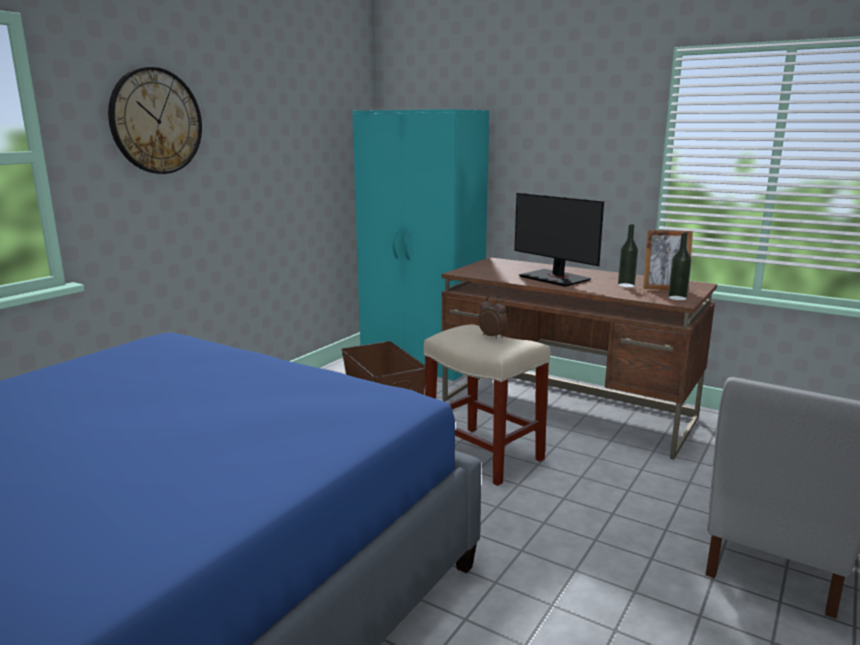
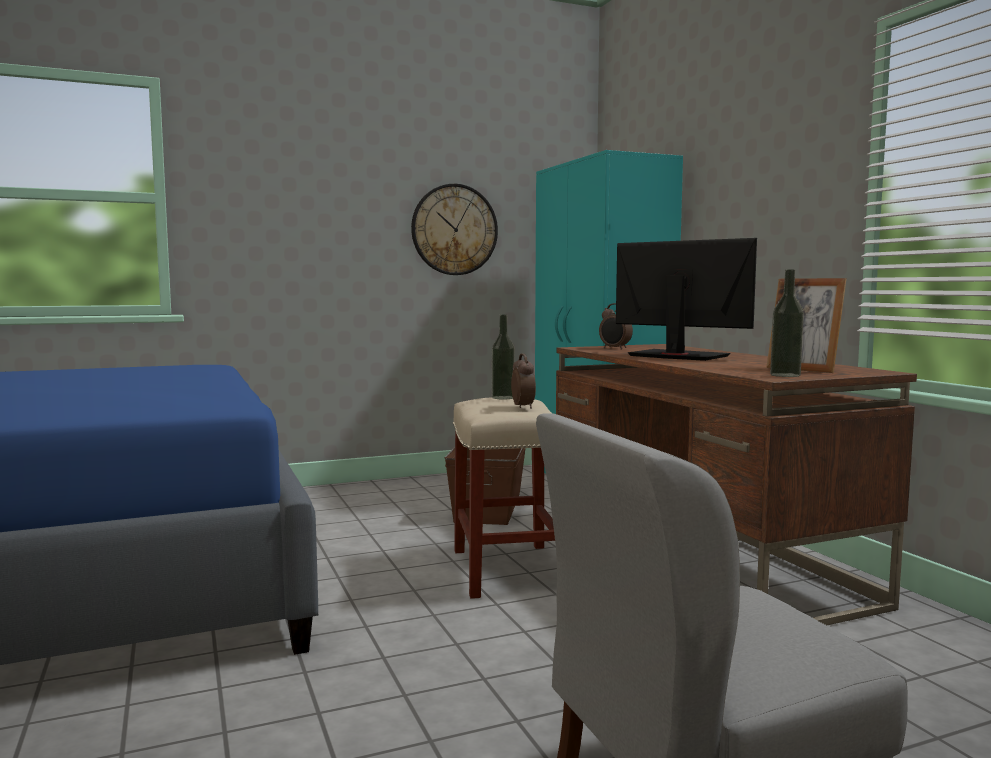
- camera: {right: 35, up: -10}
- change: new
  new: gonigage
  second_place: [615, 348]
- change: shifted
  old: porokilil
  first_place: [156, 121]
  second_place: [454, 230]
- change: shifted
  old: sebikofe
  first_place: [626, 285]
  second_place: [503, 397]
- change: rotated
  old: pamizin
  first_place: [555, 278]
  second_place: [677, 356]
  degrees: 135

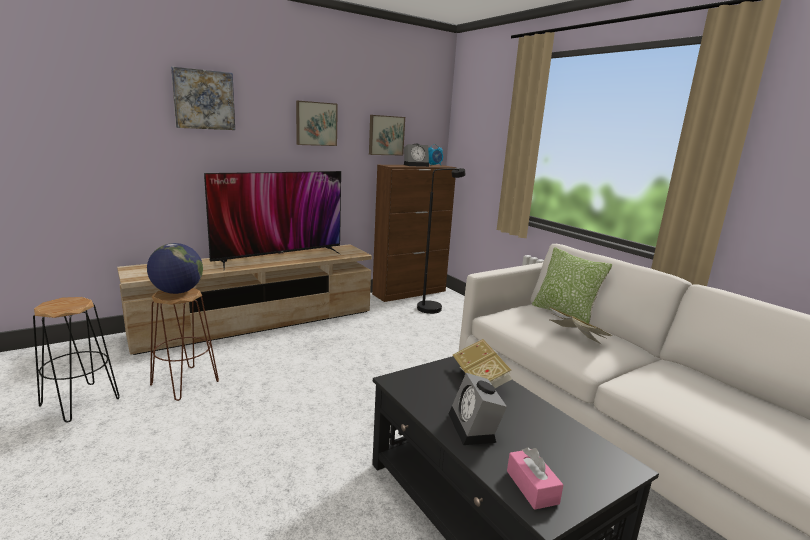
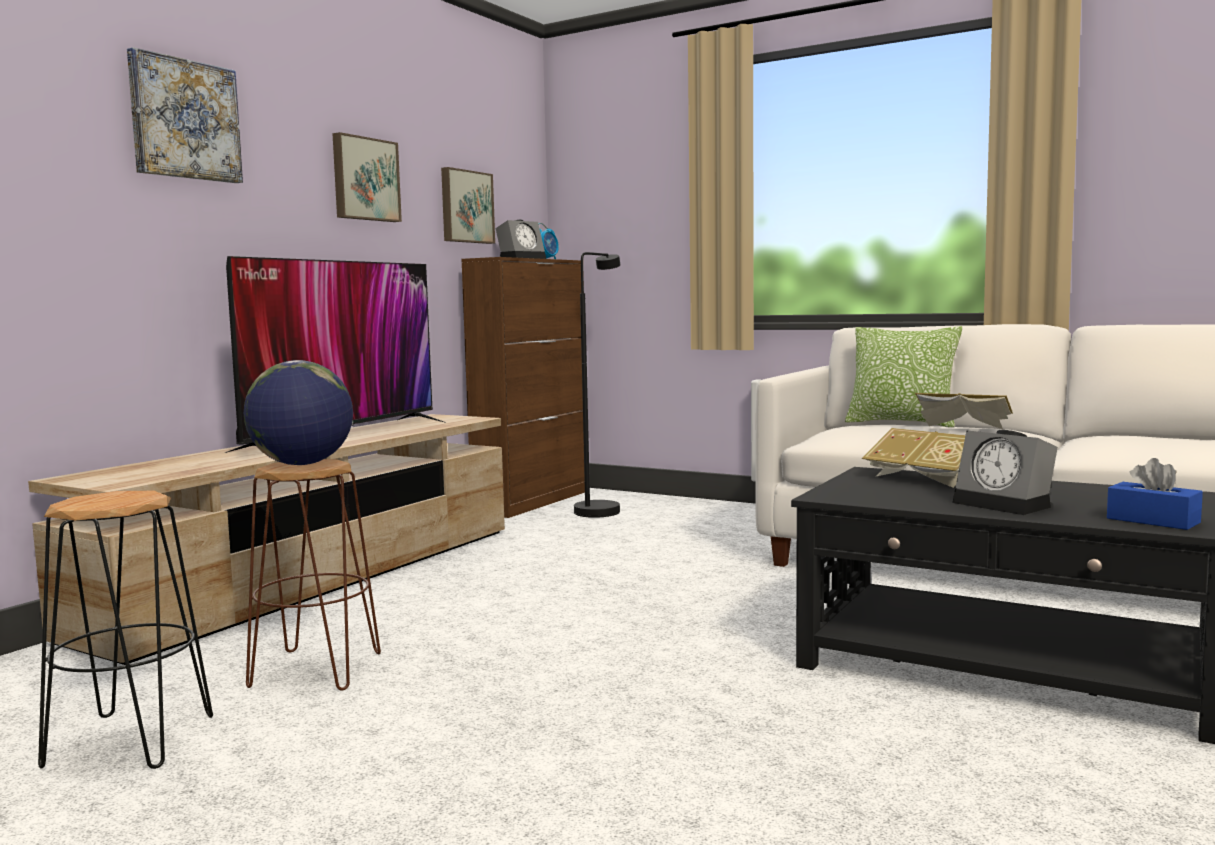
- camera: {right: -25, up: -10}
- change: repainted
  old: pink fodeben
  new: blue fodeben
  first_place: [532, 487]
  second_place: [1153, 520]

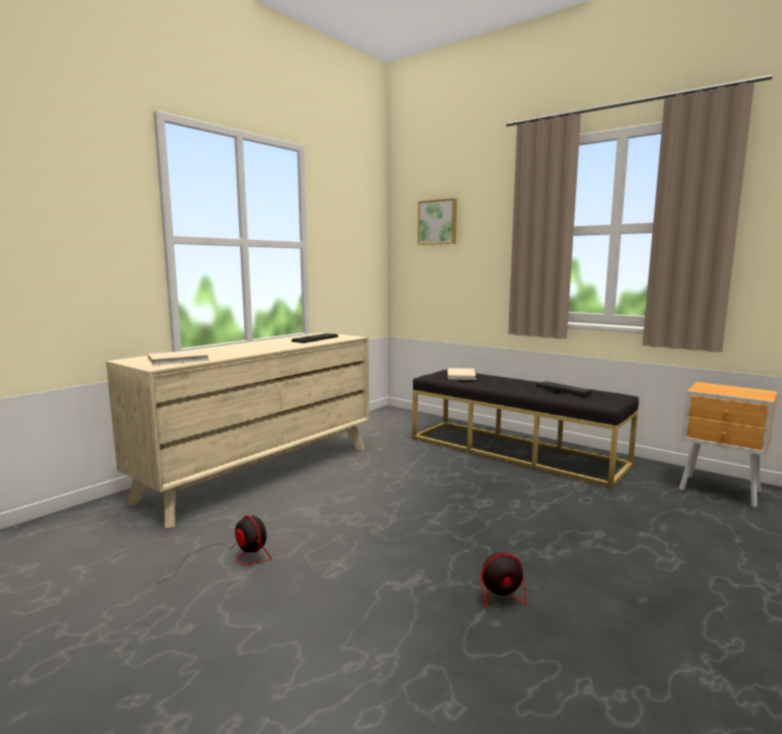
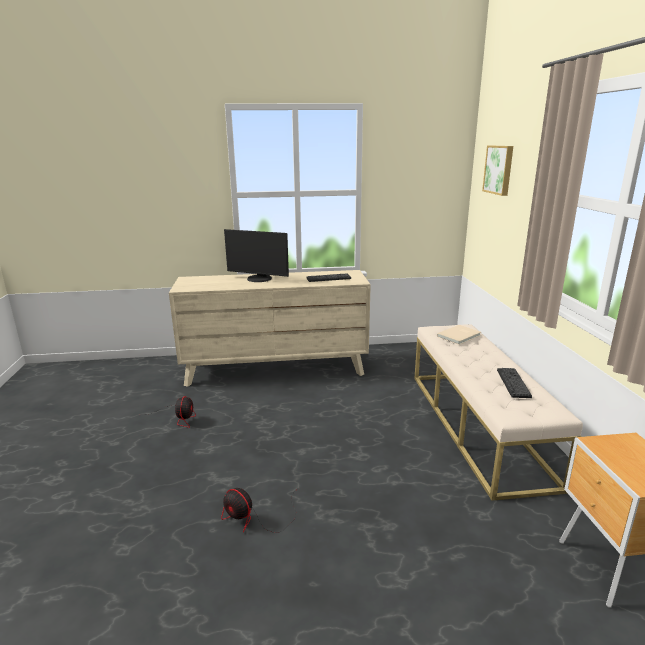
- camera: {right: 45, up: 10}
- change: gone
  old: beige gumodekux
  first_place: [179, 360]
- change: new
  new: pamizin
  second_place: [258, 279]
- change: repainted
  old: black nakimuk
  new: beige nakimuk
  first_place: [515, 450]
  second_place: [477, 425]

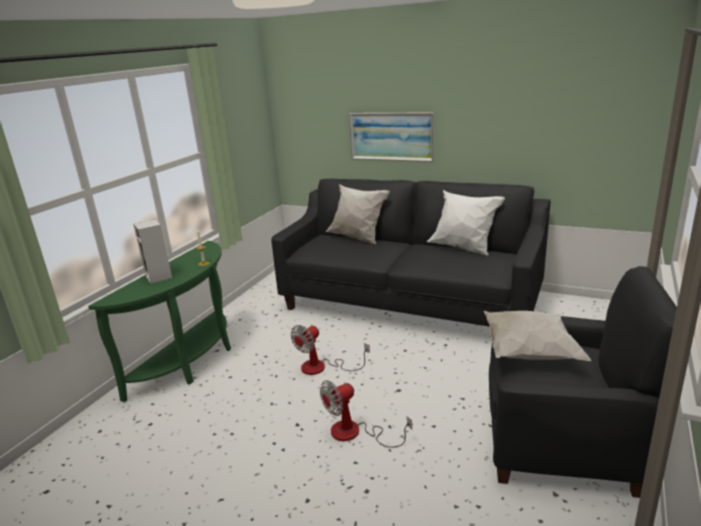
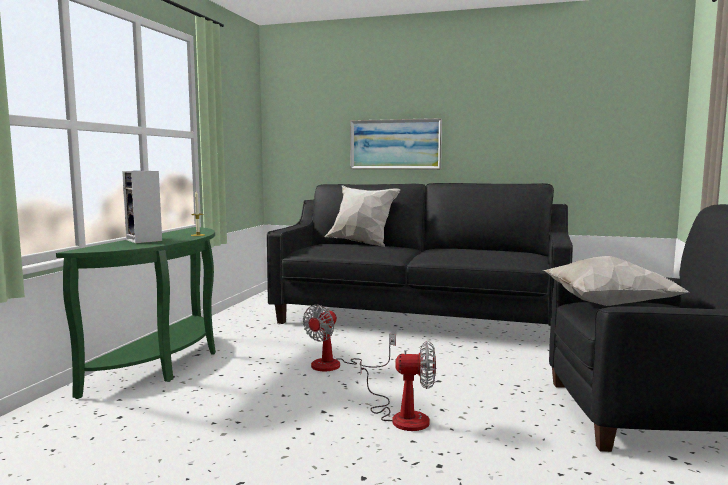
- camera: {right: -10, up: -15}
- change: gone
  old: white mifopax
  first_place: [463, 248]
- change: rotated
  old: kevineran
  first_place: [355, 433]
  second_place: [402, 416]
  degrees: -135

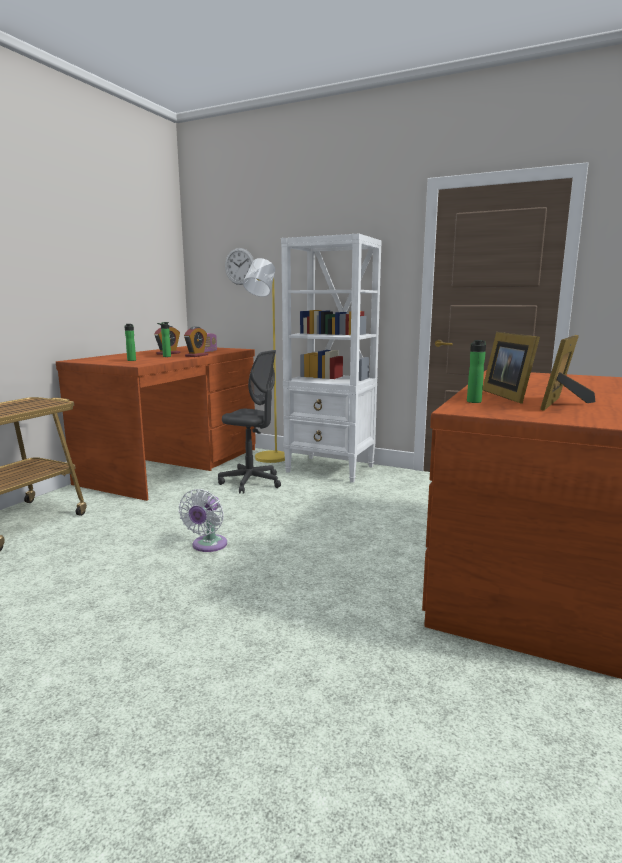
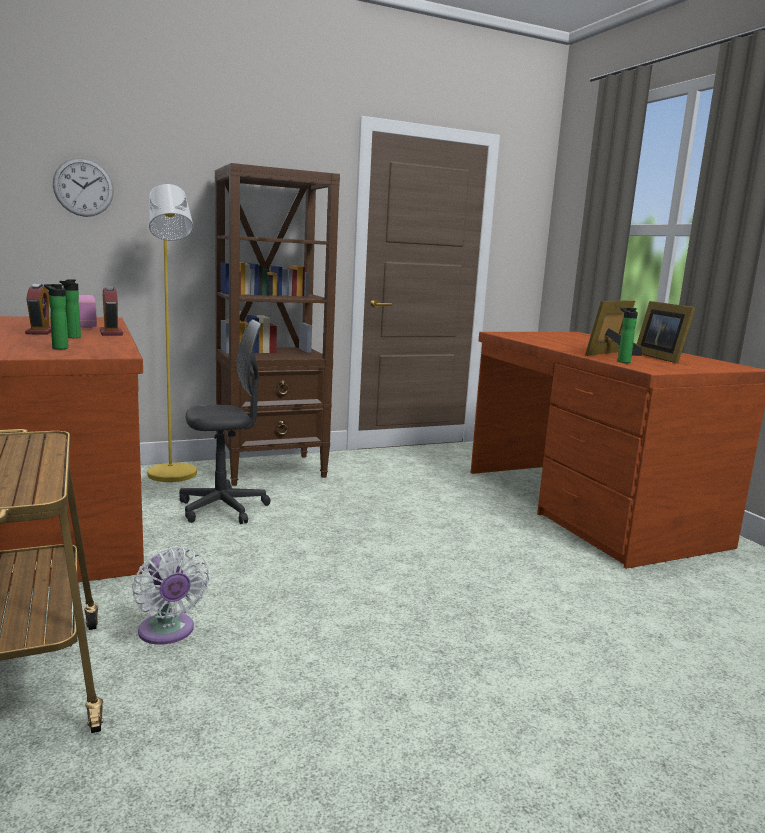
- camera: {right: -50, up: 0}
- change: shifted
  old: white kevineran
  first_place: [208, 546]
  second_place: [168, 632]
- change: repainted
  old: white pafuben
  new: brown pafuben
  first_place: [331, 469]
  second_place: [272, 469]
- change: rotated
  old: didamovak
  first_place: [508, 396]
  second_place: [611, 354]
  degrees: 105

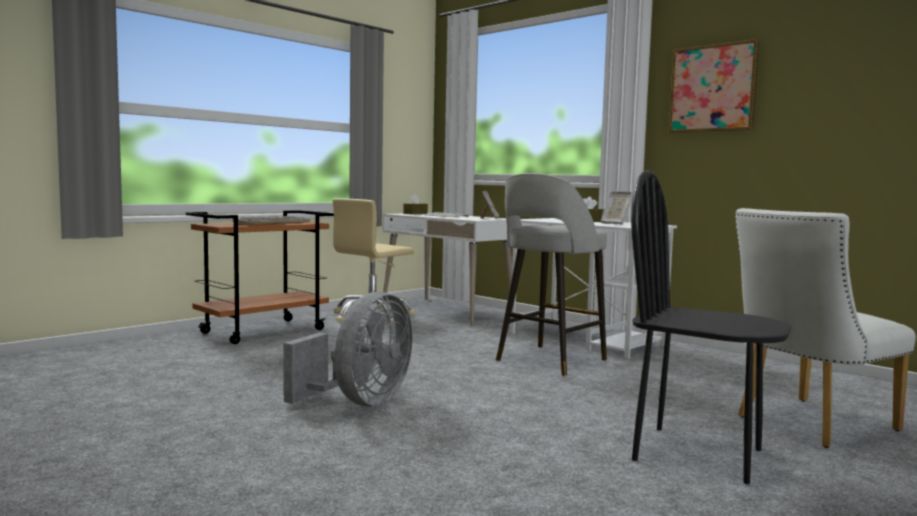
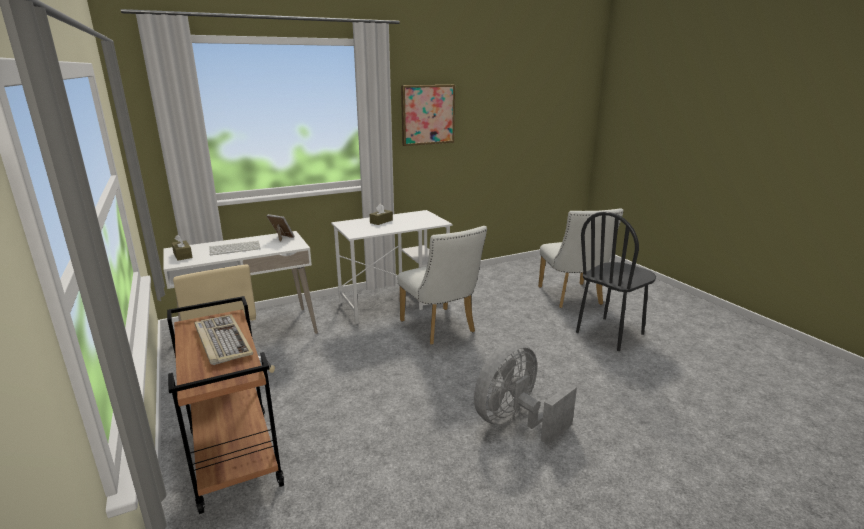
- camera: {right: -70, up: 15}
- change: gone
  old: didamovak
  first_place: [615, 224]
- change: swapped
  old: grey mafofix
  new: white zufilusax
  first_place: [549, 361]
  second_place: [440, 328]
- change: rotated
  old: grey kevineran
  first_place: [360, 402]
  second_place: [515, 422]
  degrees: -90

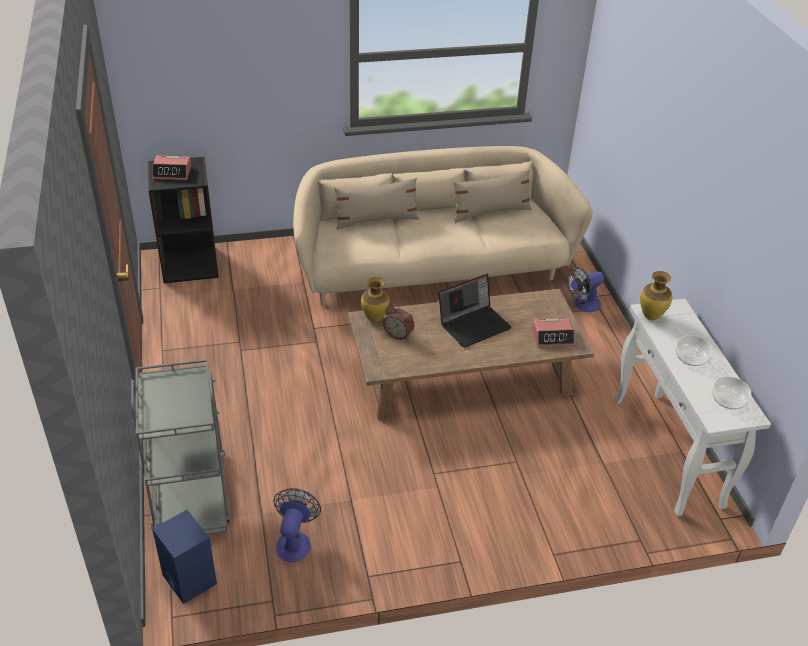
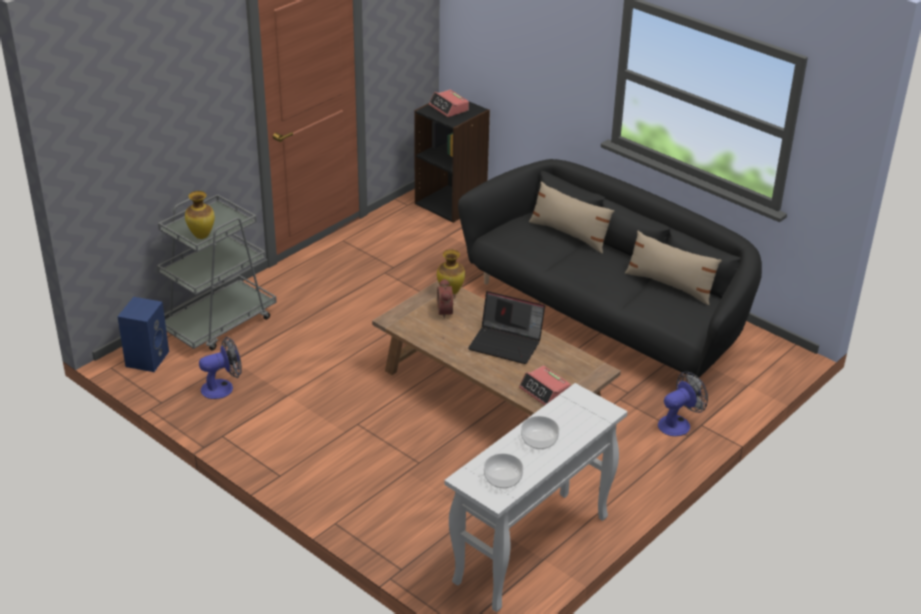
- camera: {right: 55, up: -5}
- change: shifted
  old: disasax
  first_place: [651, 316]
  second_place: [202, 236]
- change: repainted
  old: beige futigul
  new: black futigul
  first_place: [430, 268]
  second_place: [609, 315]
- change: rotated
  old: kevineran
  first_place: [582, 305]
  second_place: [678, 423]
  degrees: 120

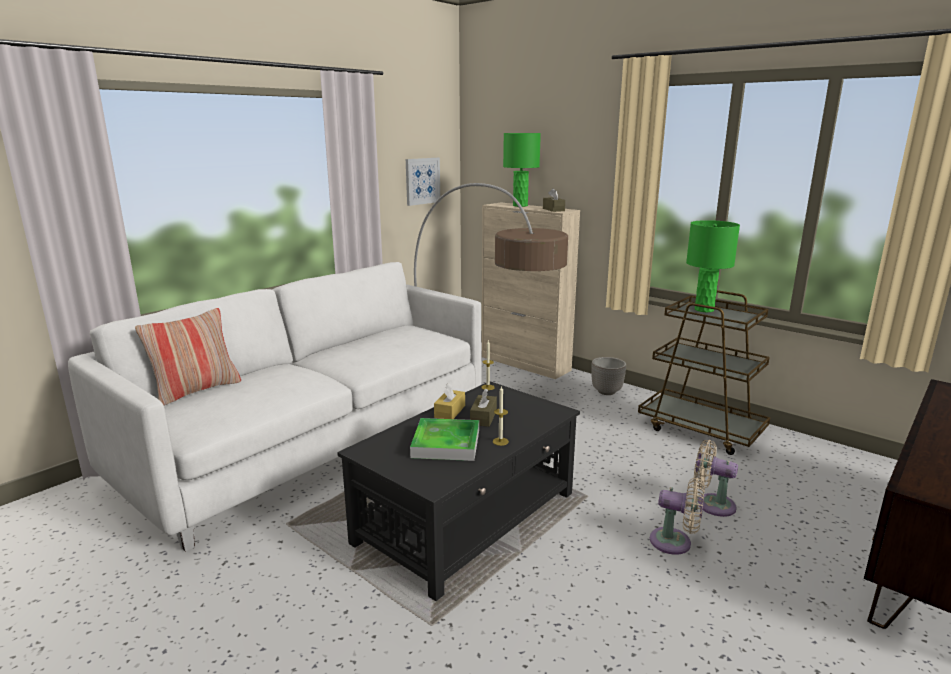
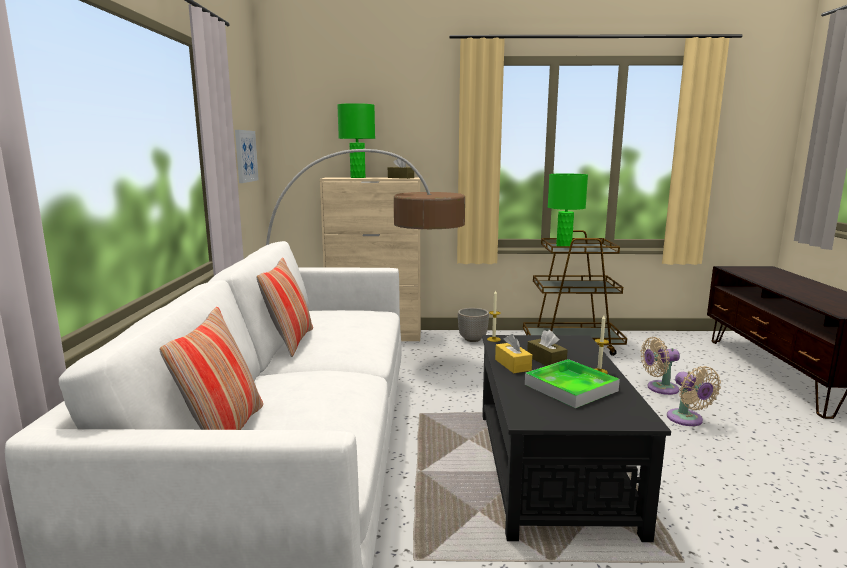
- camera: {right: -40, up: -5}
- change: new
  new: mifopax
  second_place: [290, 342]
- change: rotated
  old: beige kevineran
  first_place: [675, 542]
  second_place: [687, 420]
  degrees: 90

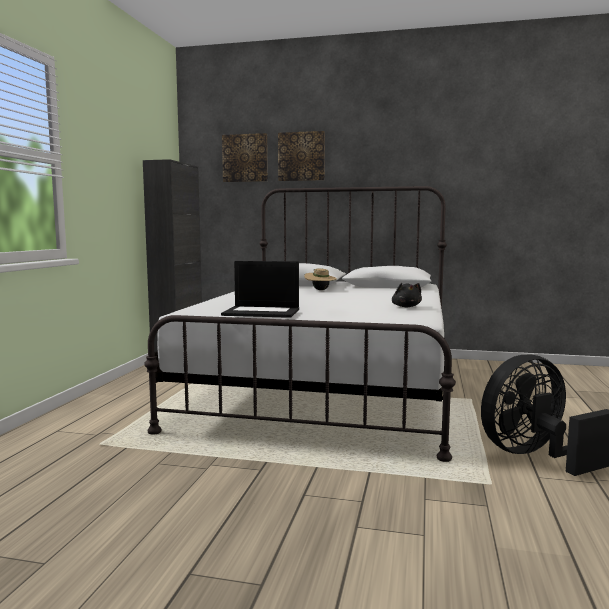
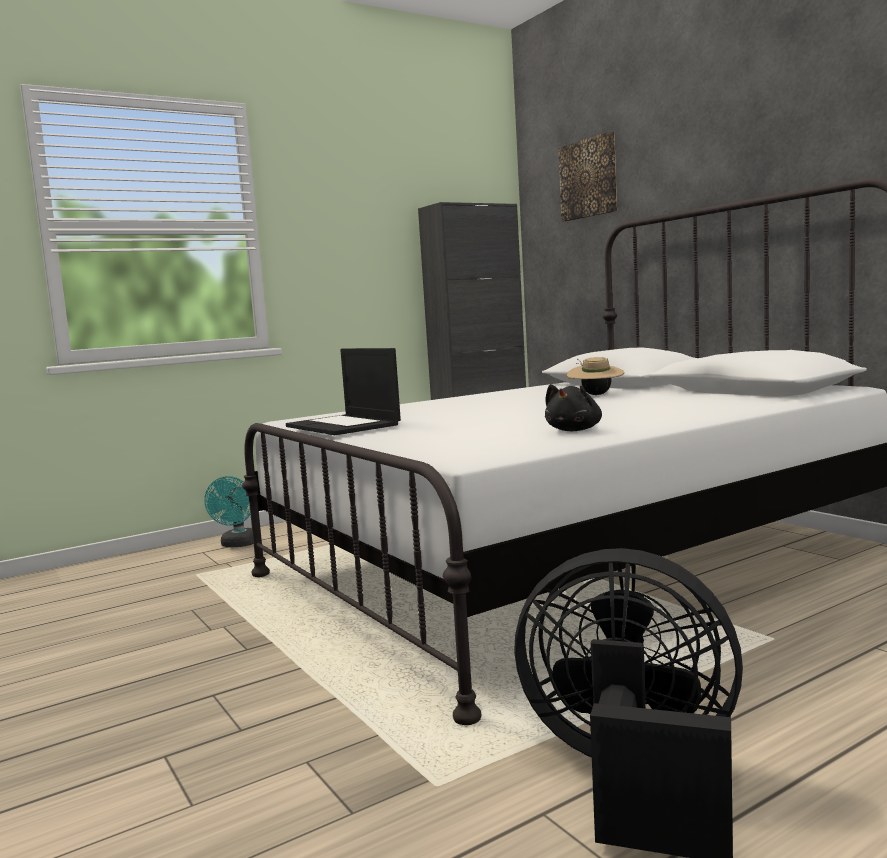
- camera: {right: 45, up: 0}
- change: gone
  old: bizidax
  first_place: [301, 156]
- change: new
  new: turquoise kevineran
  second_place: [238, 545]

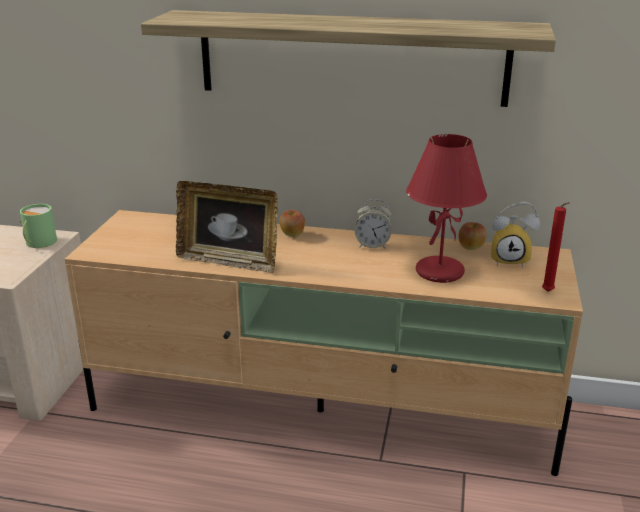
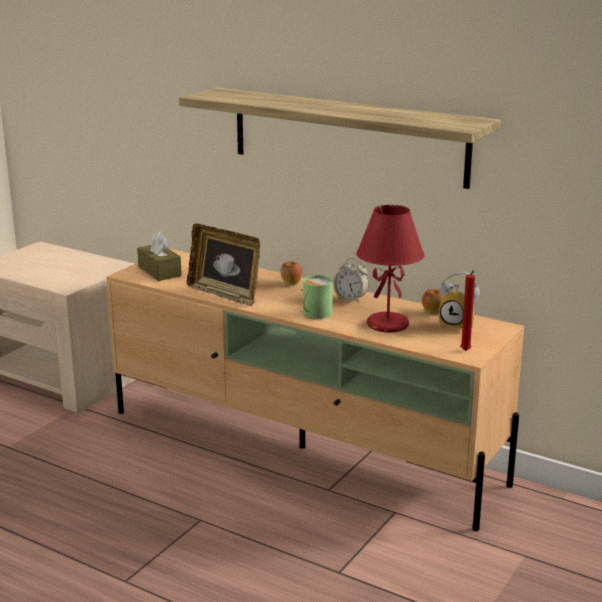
- camera: {right: 20, up: -5}
- change: new
  new: brown fodeben
  second_place: [159, 271]
- change: shifted
  old: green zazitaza
  first_place: [38, 243]
  second_place: [314, 314]

